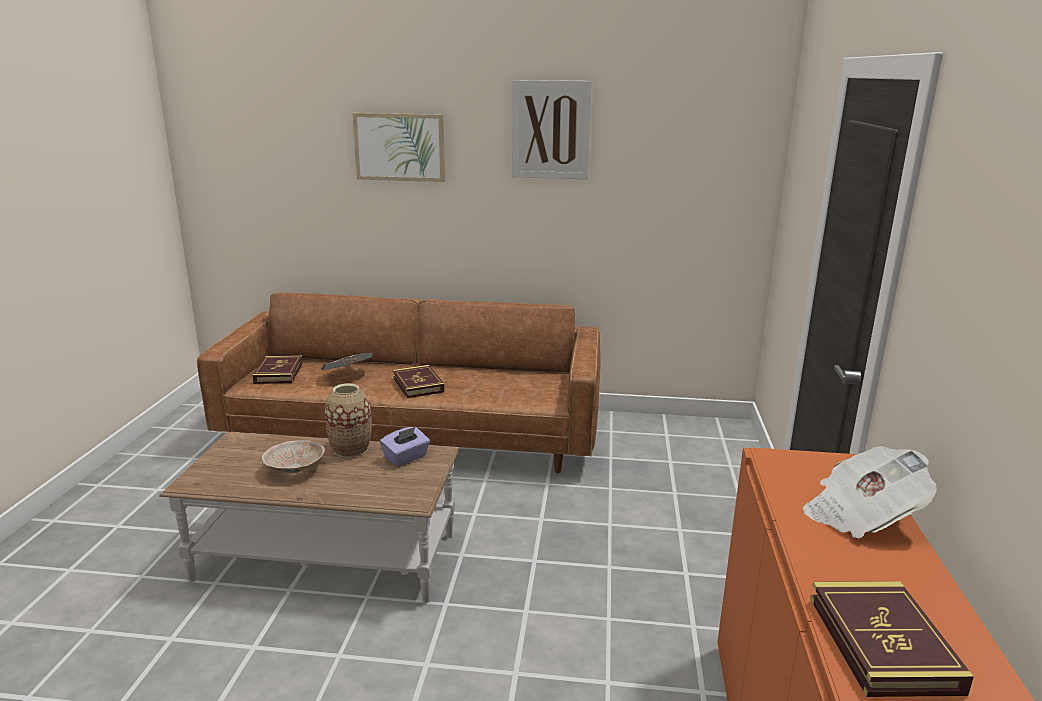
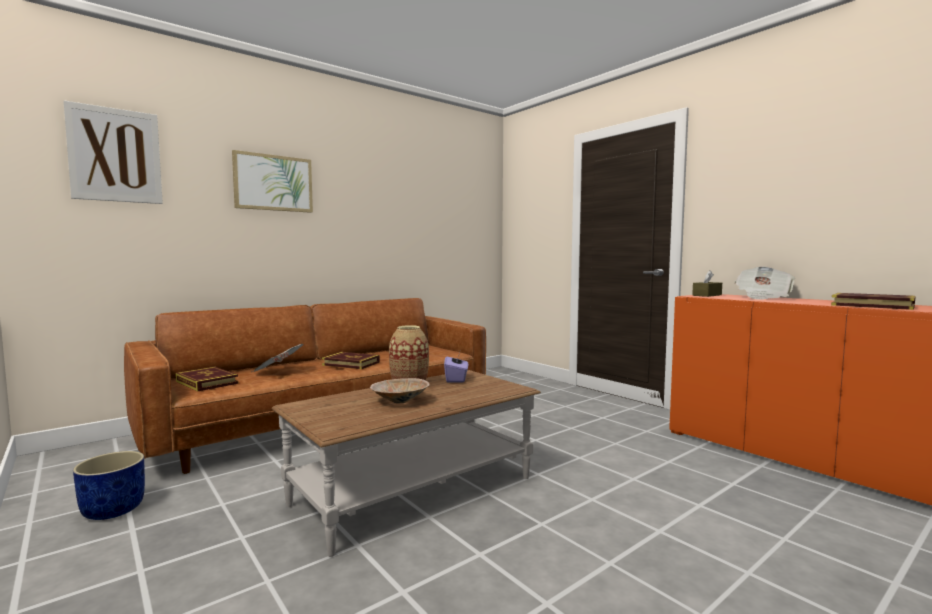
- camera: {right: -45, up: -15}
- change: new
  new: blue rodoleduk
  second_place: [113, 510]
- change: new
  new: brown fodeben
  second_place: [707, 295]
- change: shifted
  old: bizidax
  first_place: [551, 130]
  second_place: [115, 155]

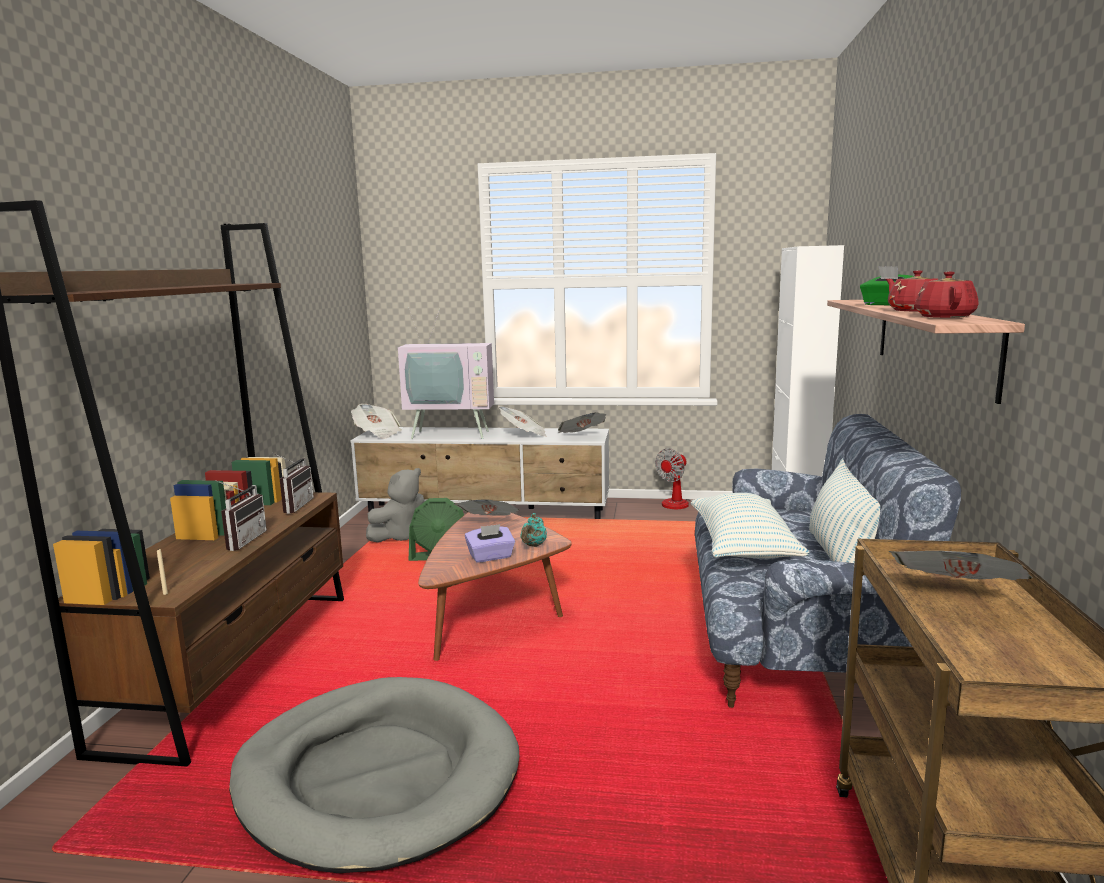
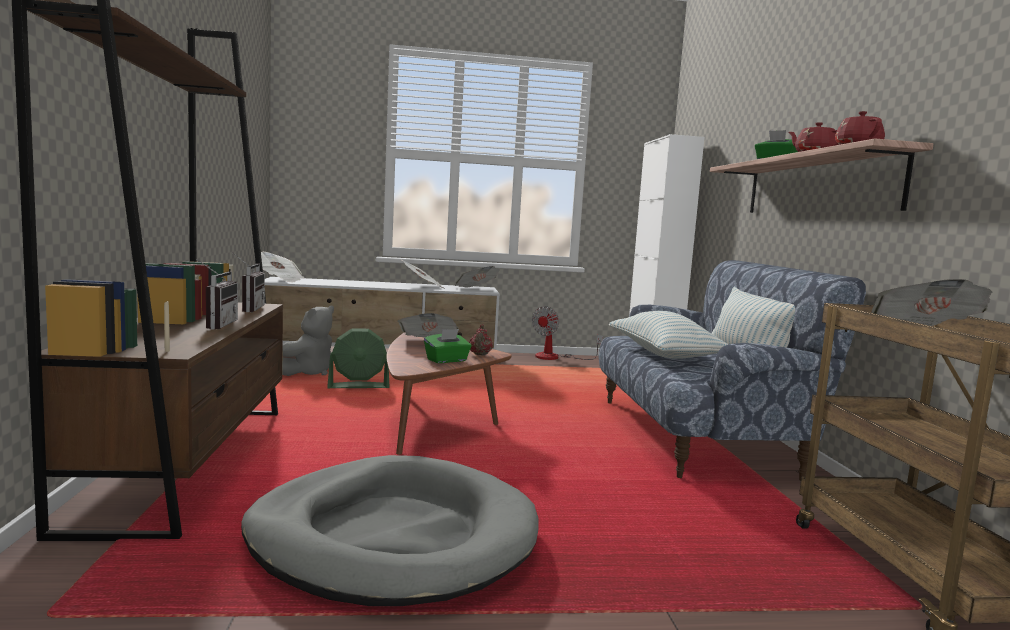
- camera: {right: -15, up: -5}
- change: gone
  old: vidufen
  first_place: [452, 433]
- change: repainted
  old: purple fodeben
  new: green fodeben
  first_place: [490, 557]
  second_place: [447, 360]
- change: repainted
  old: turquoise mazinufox
  new: red mazinufox
  first_place: [533, 545]
  second_place: [479, 355]

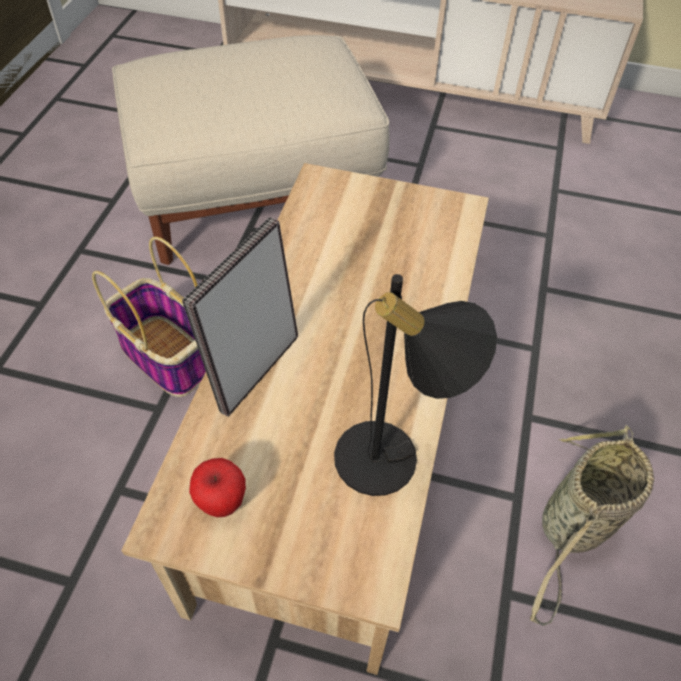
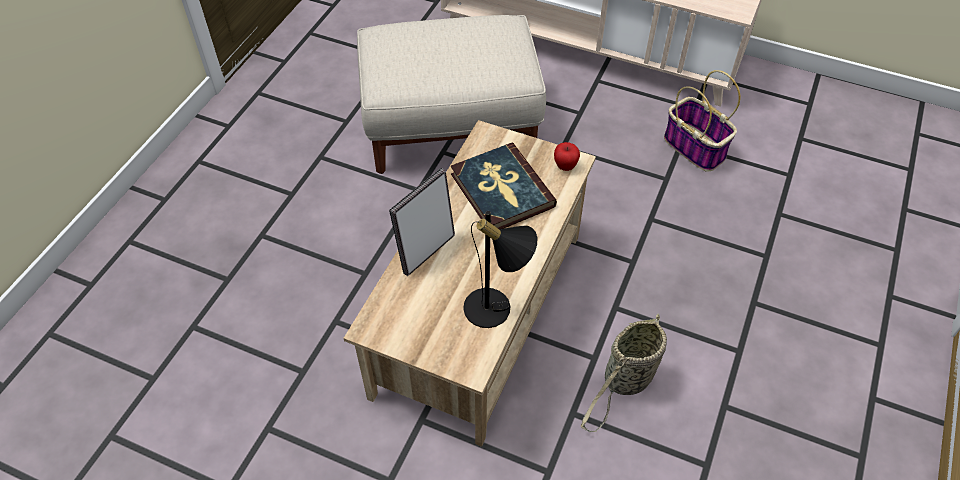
- camera: {right: 10, up: 0}
- change: new
  new: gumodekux
  second_place: [501, 190]
- change: shifted
  old: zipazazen
  first_place: [169, 356]
  second_place: [695, 148]
- change: shifted
  old: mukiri
  first_place: [222, 502]
  second_place: [565, 166]

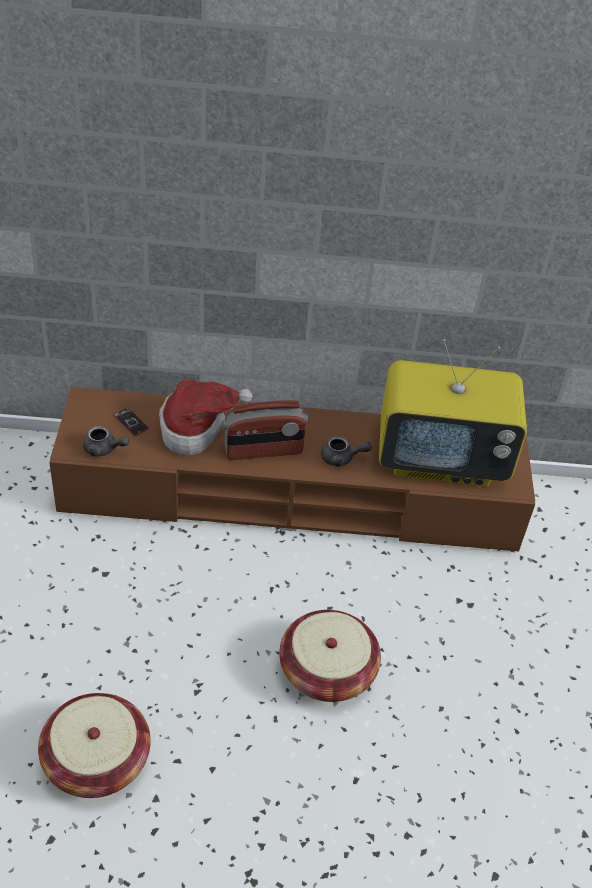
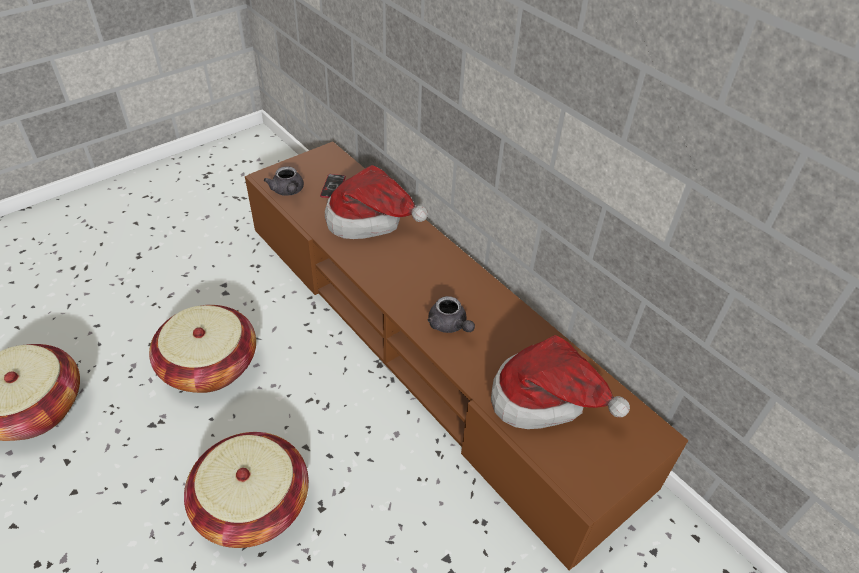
- camera: {right: 50, up: 0}
- change: gone
  old: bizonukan
  first_place: [263, 451]
- change: new
  new: zipazazen
  second_place: [209, 365]
- change: swapped
  old: vidufen
  new: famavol
  first_place: [442, 459]
  second_place: [545, 399]

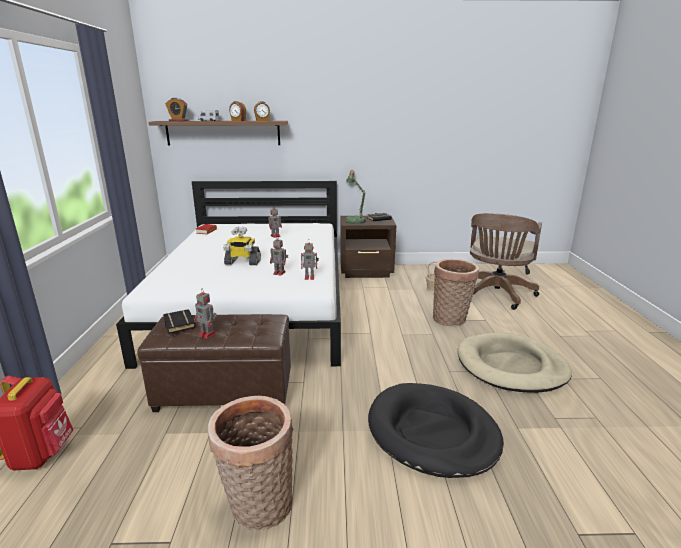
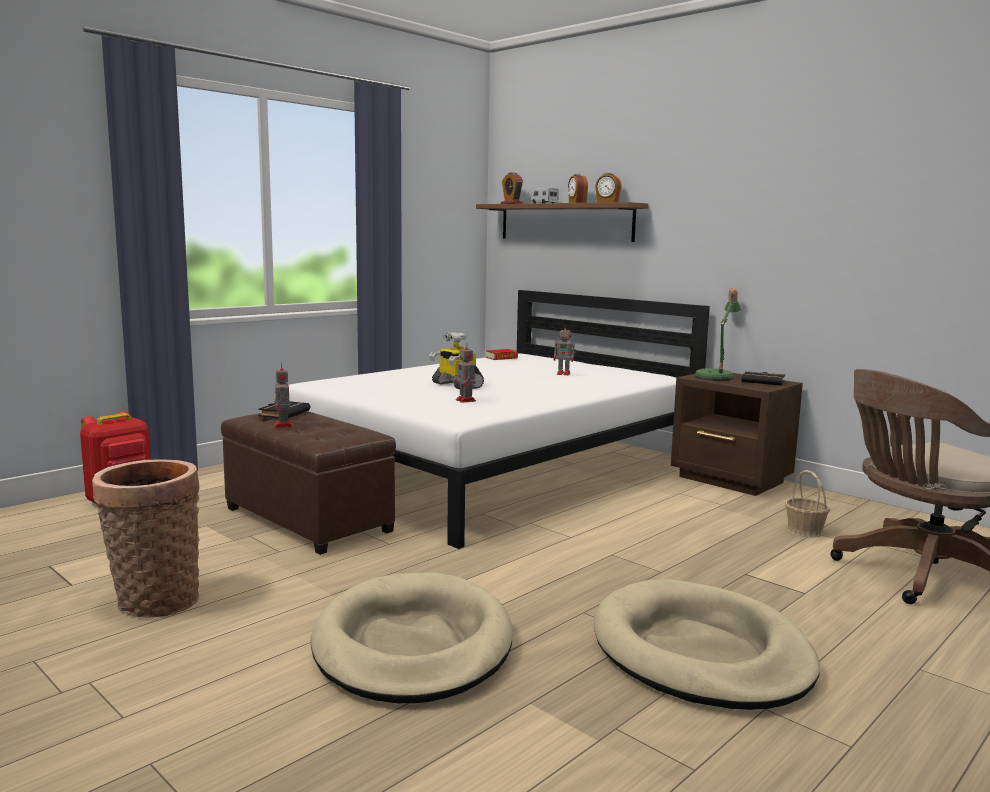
- camera: {right: 45, up: -10}
- change: gone
  old: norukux
  first_place: [310, 277]
- change: gone
  old: zipazazen
  first_place: [451, 319]
- change: repainted
  old: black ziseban
  new: beige ziseban
  first_place: [432, 432]
  second_place: [413, 645]

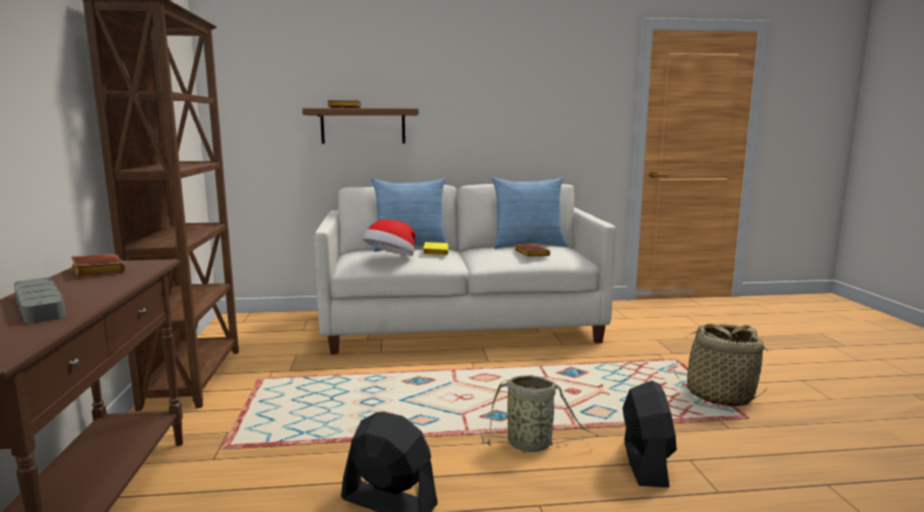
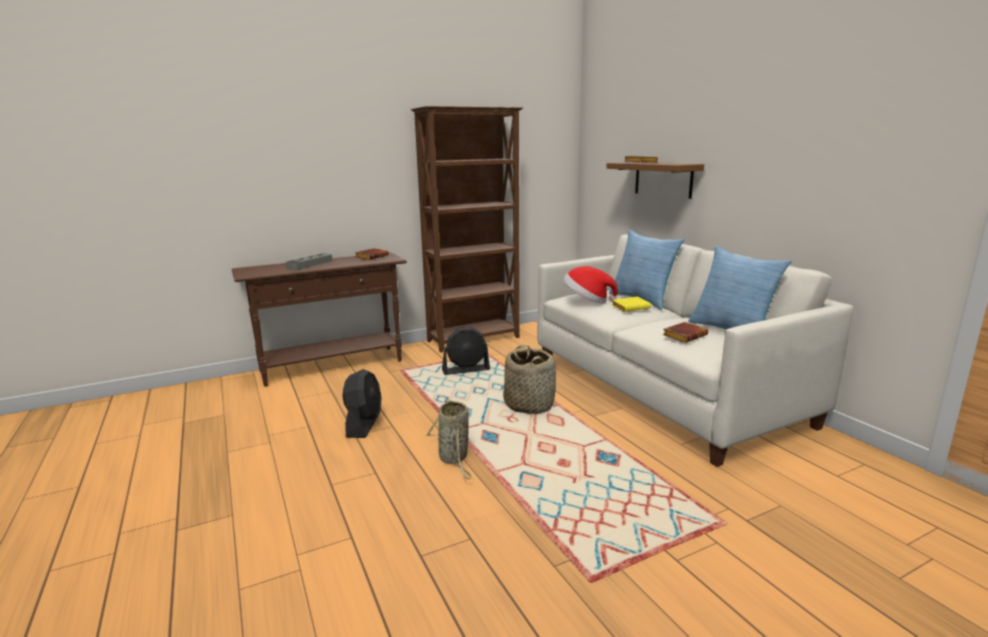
- camera: {right: 70, up: 5}
- change: shifted
  old: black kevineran
  first_place: [645, 463]
  second_place: [466, 370]
- change: shifted
  old: zipazazen
  first_place: [719, 395]
  second_place: [529, 404]

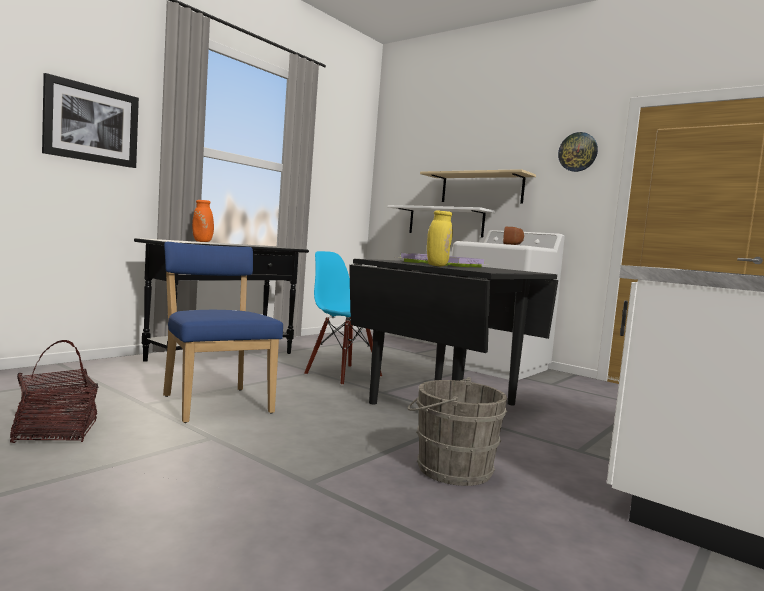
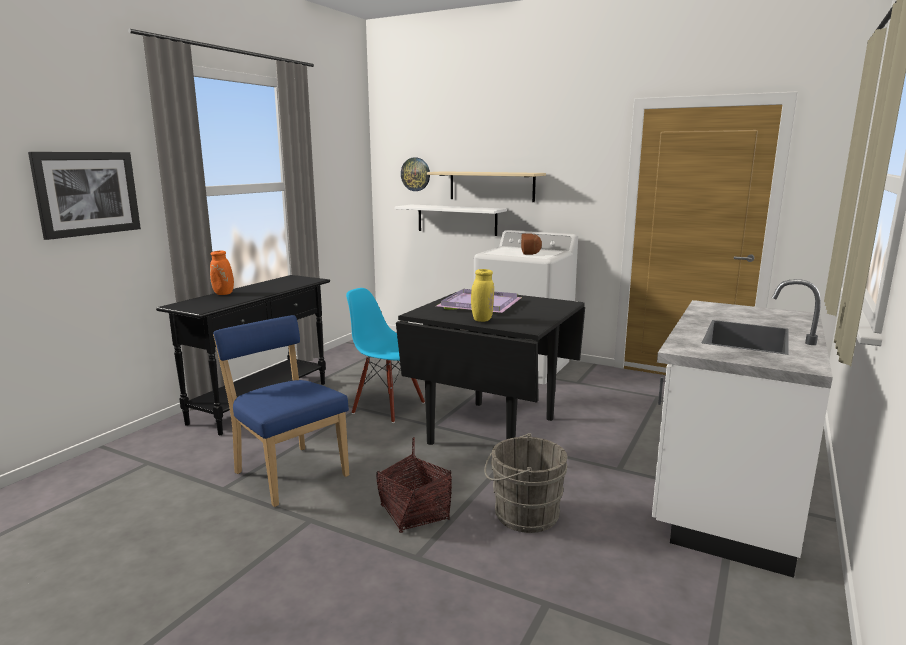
- camera: {right: -10, up: 10}
- change: shifted
  old: zipazazen
  first_place: [55, 432]
  second_place: [414, 513]
- change: shifted
  old: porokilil
  first_place: [578, 152]
  second_place: [415, 174]

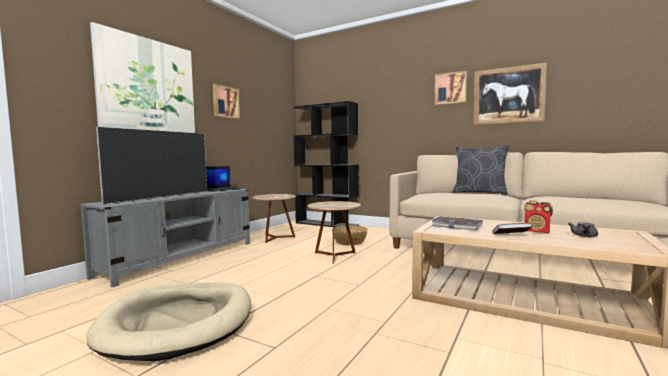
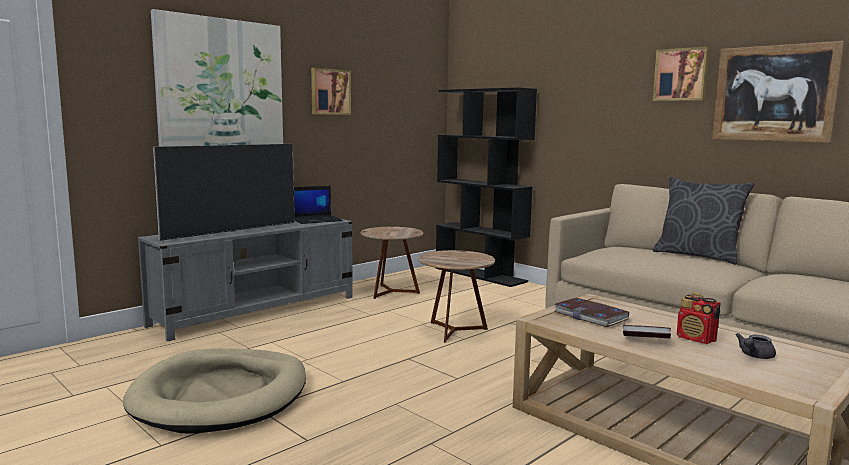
- camera: {right: 15, up: 5}
- change: gone
  old: zipazazen
  first_place: [349, 241]

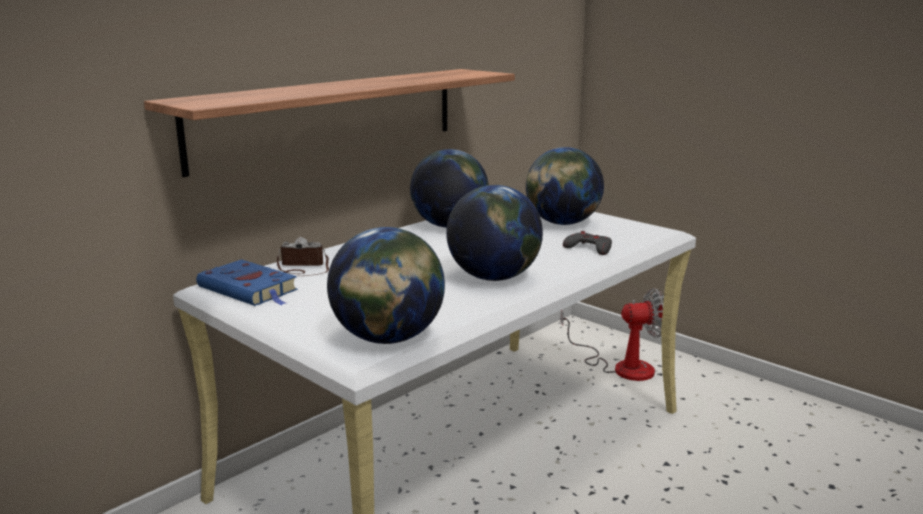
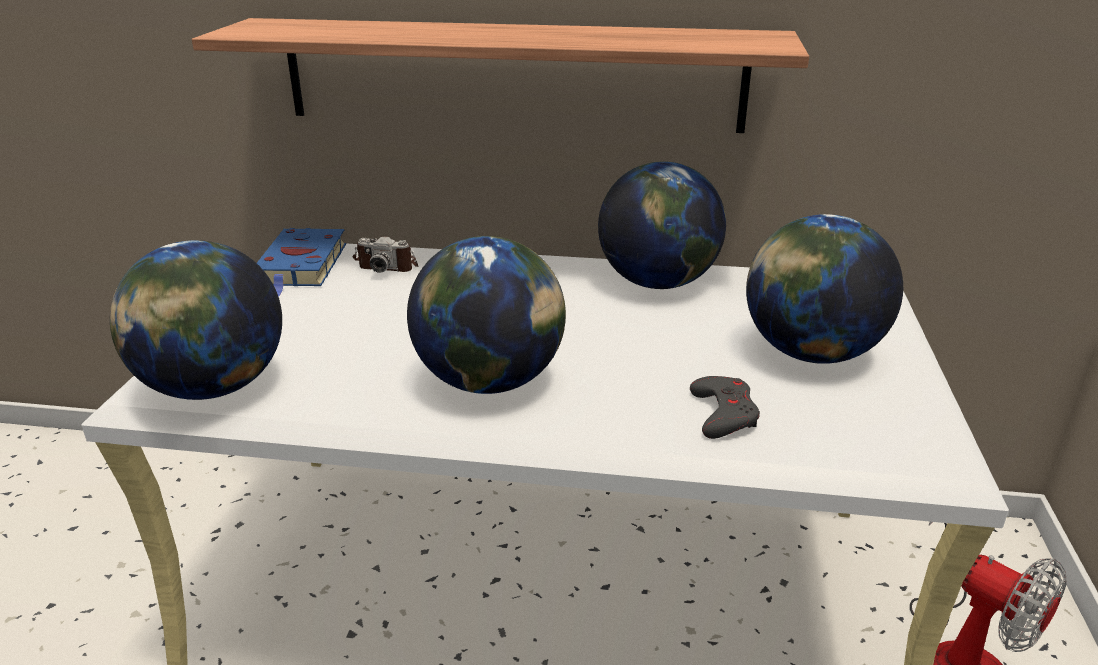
- camera: {right: 55, up: 10}
- change: rotated
  old: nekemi
  first_place: [302, 269]
  second_place: [388, 265]
  degrees: 135

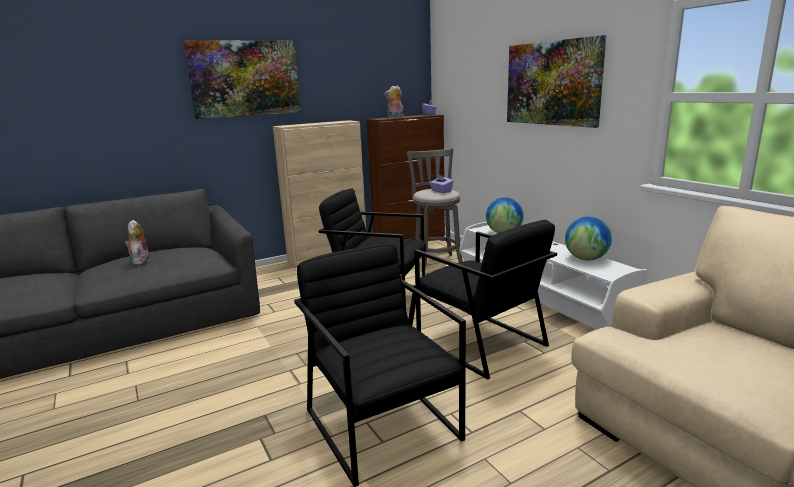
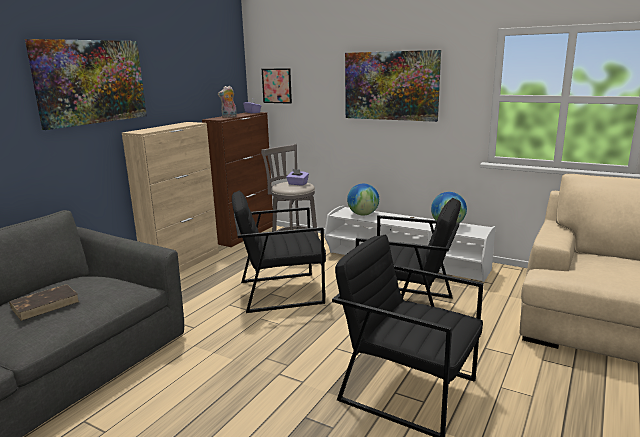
- camera: {right: -30, up: 0}
- change: new
  new: bizidax
  second_place: [277, 85]
- change: swapped
  old: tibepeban
  new: brown gumodekux
  first_place: [139, 261]
  second_place: [46, 304]

